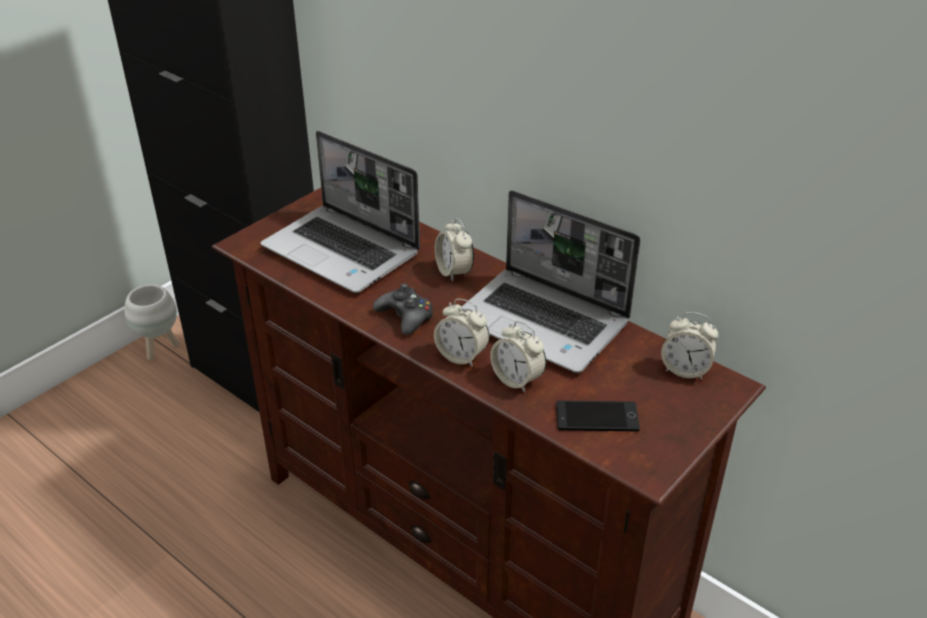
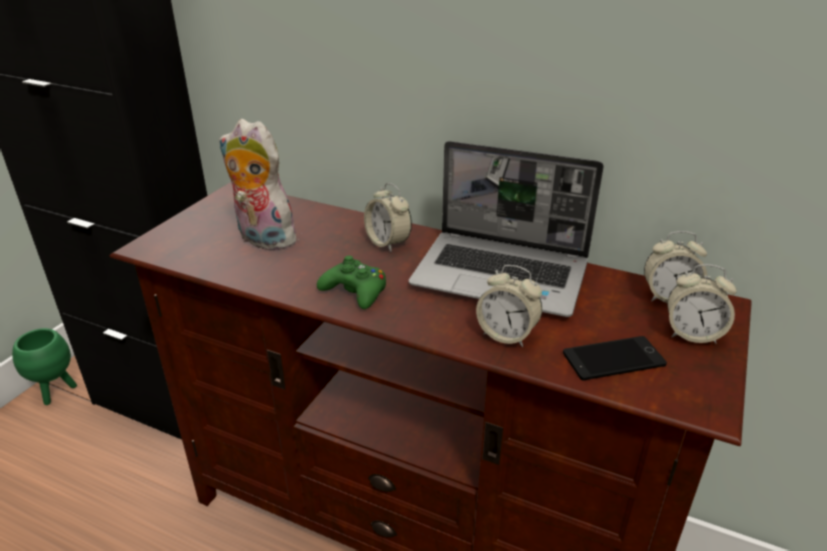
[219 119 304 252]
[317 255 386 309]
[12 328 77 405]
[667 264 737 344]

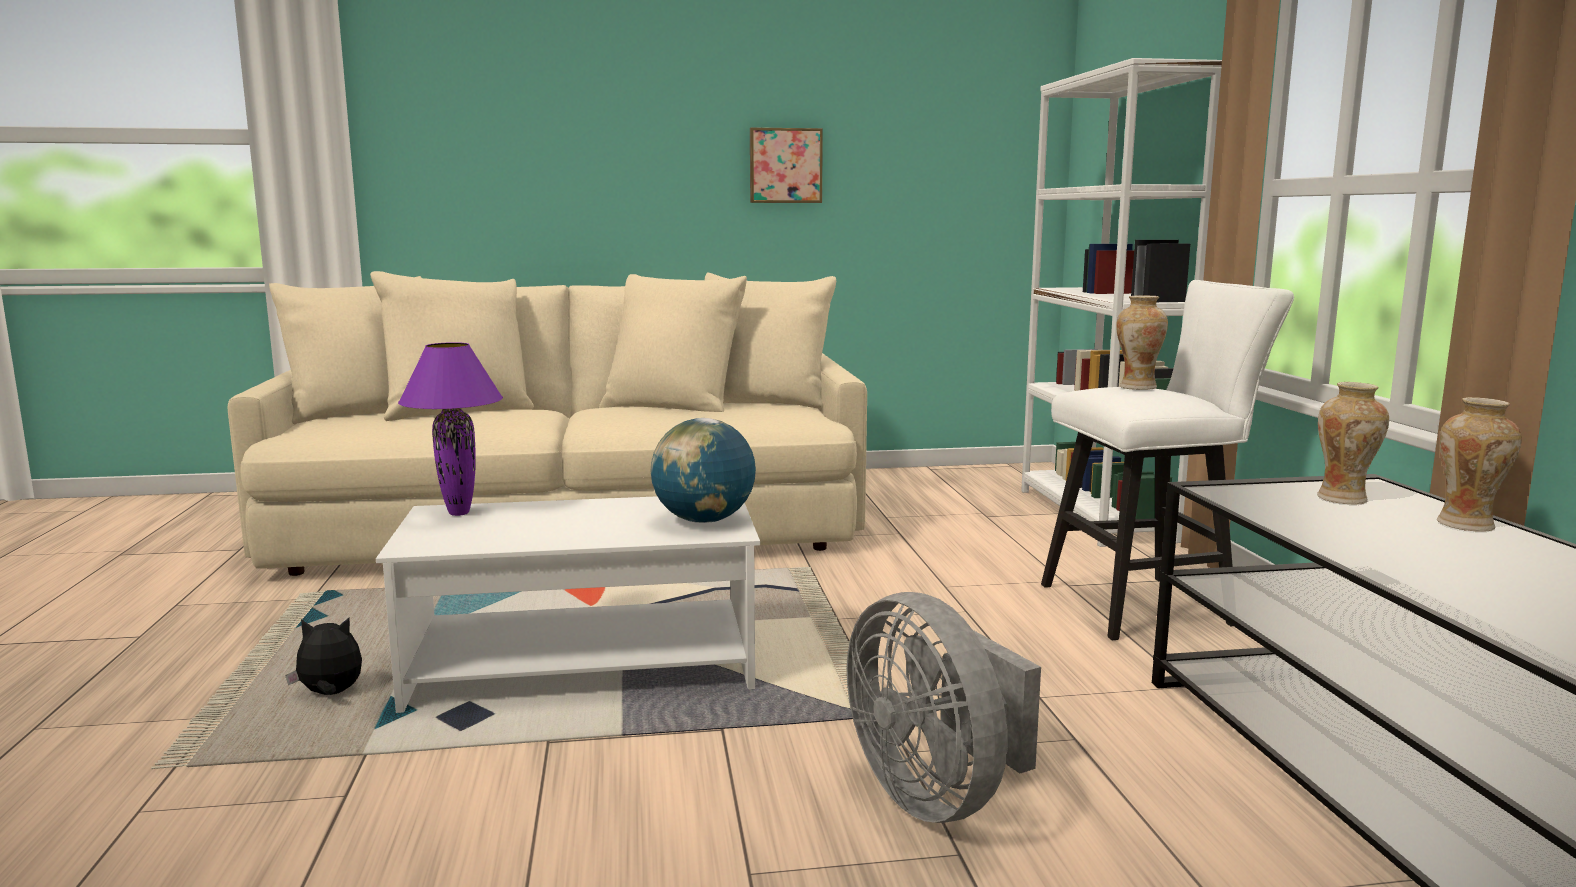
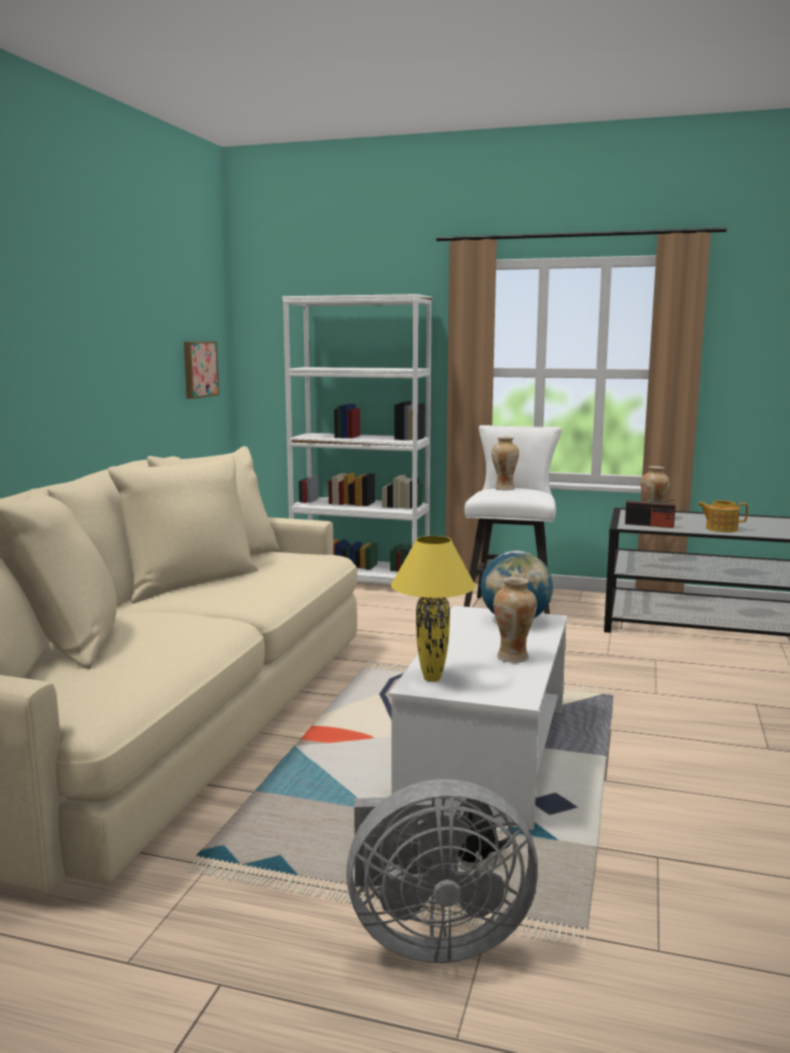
[184 341 219 399]
[391 536 476 682]
[493 577 537 663]
[346 779 538 963]
[625 500 675 528]
[698 500 748 532]

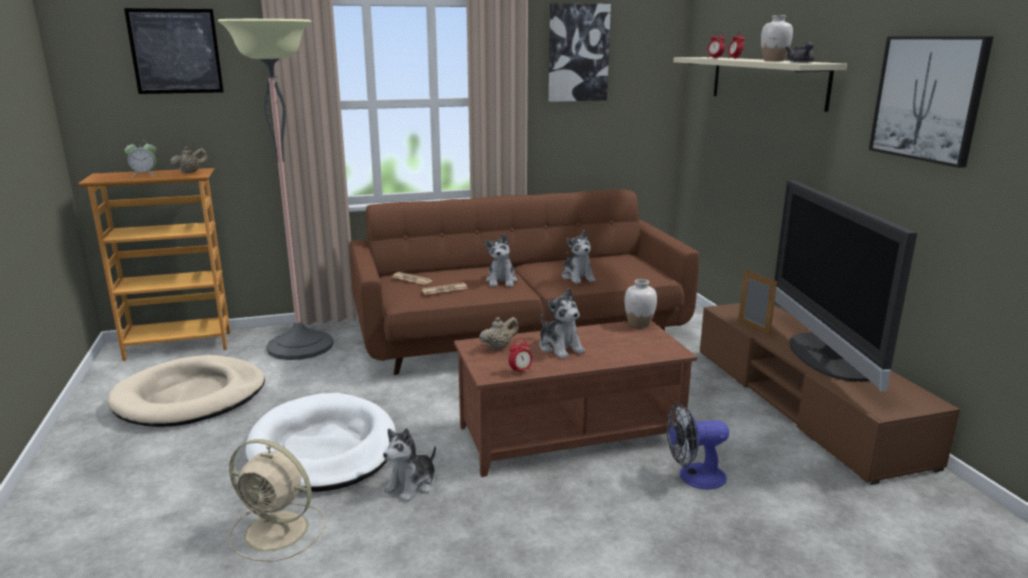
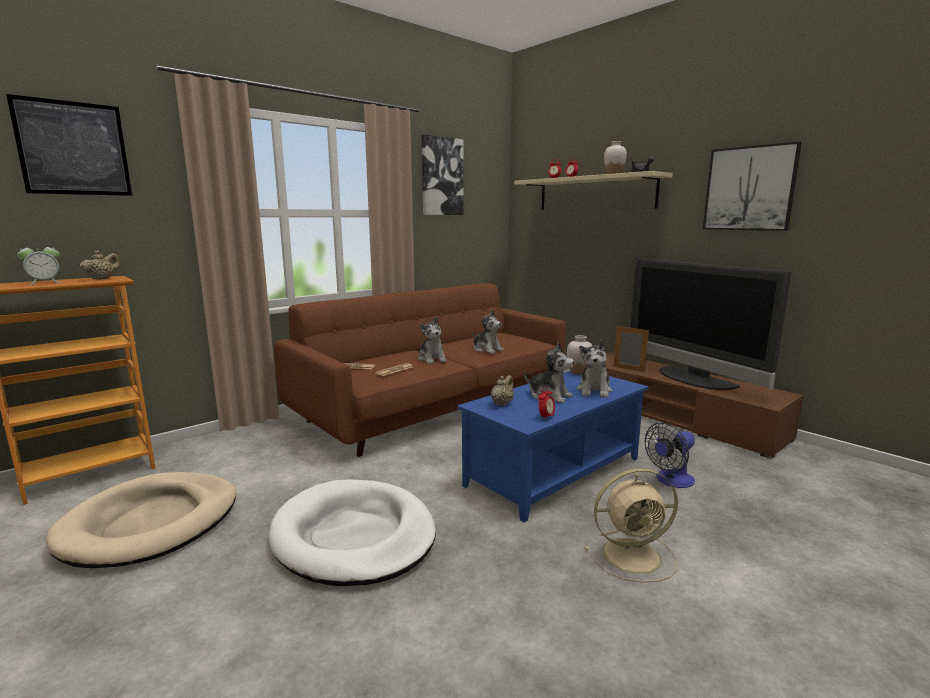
[218 19 334 360] (first image)
[458 371 648 522]
[577 339 612 397]
[584 468 678 583]

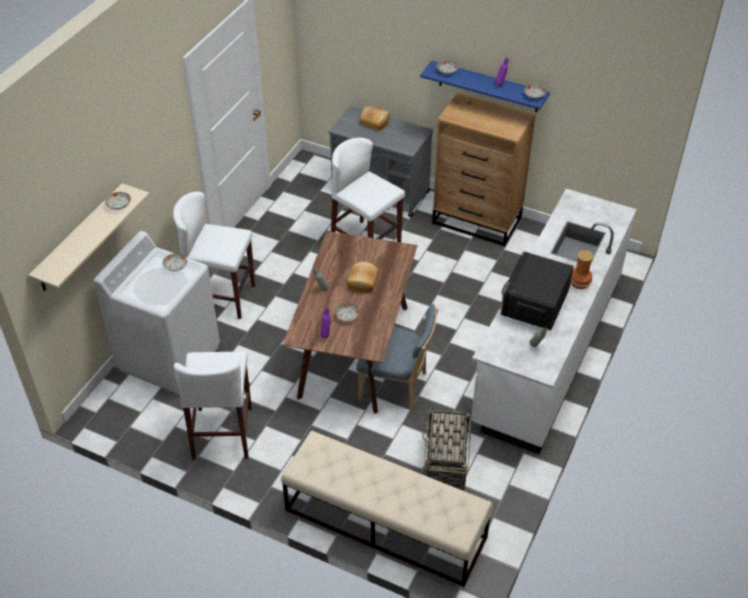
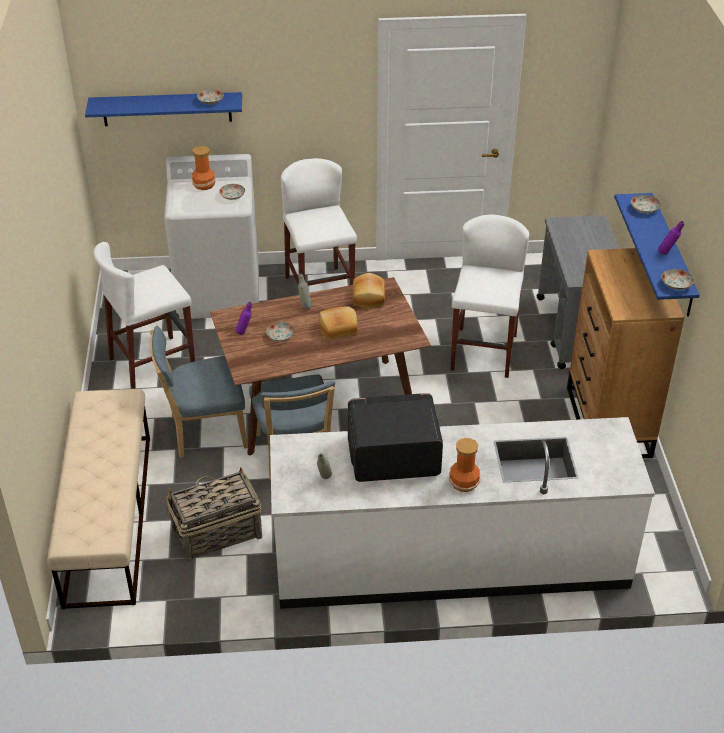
[353 273 385 308]
[85 92 242 126]
[192 146 216 190]
[150 326 248 458]

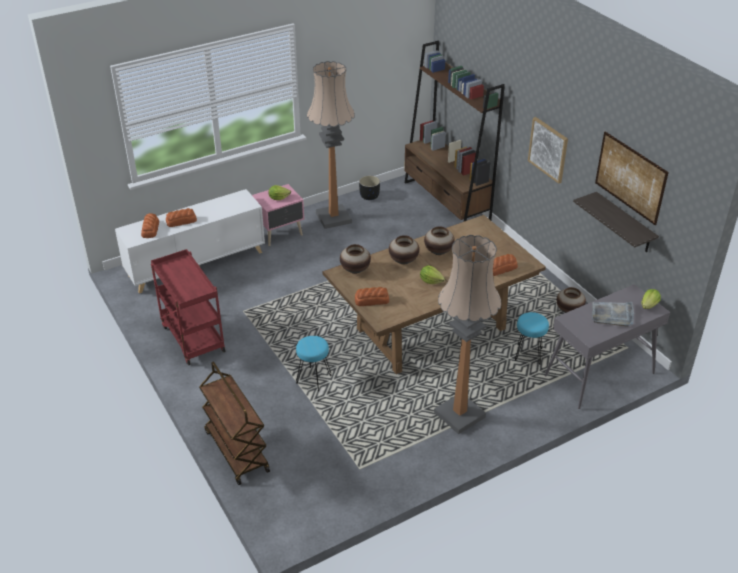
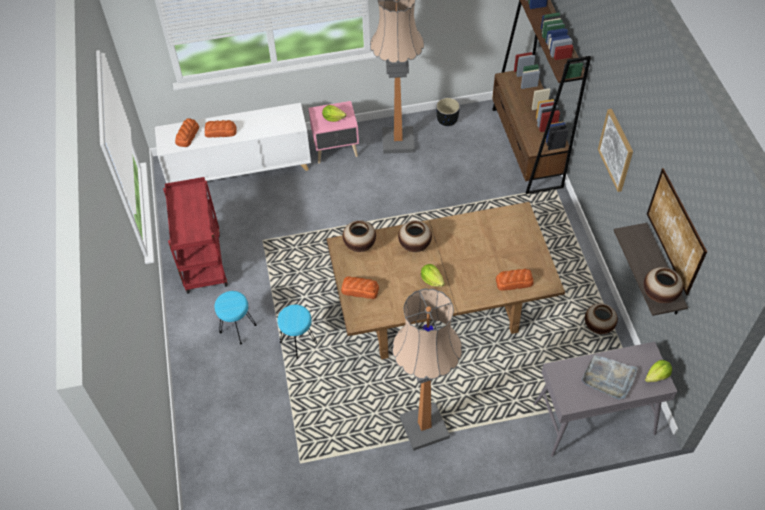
[644 267 683 304]
[214 291 257 345]
[199 362 270 485] (first image)

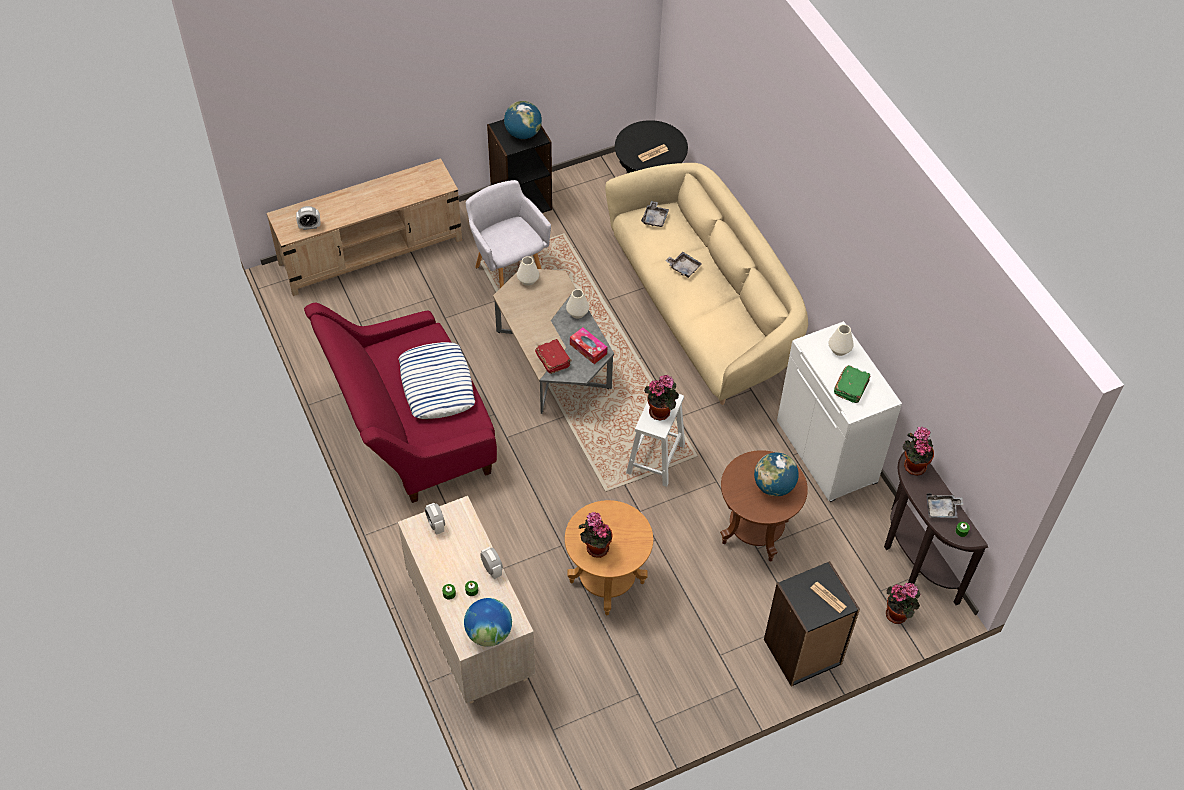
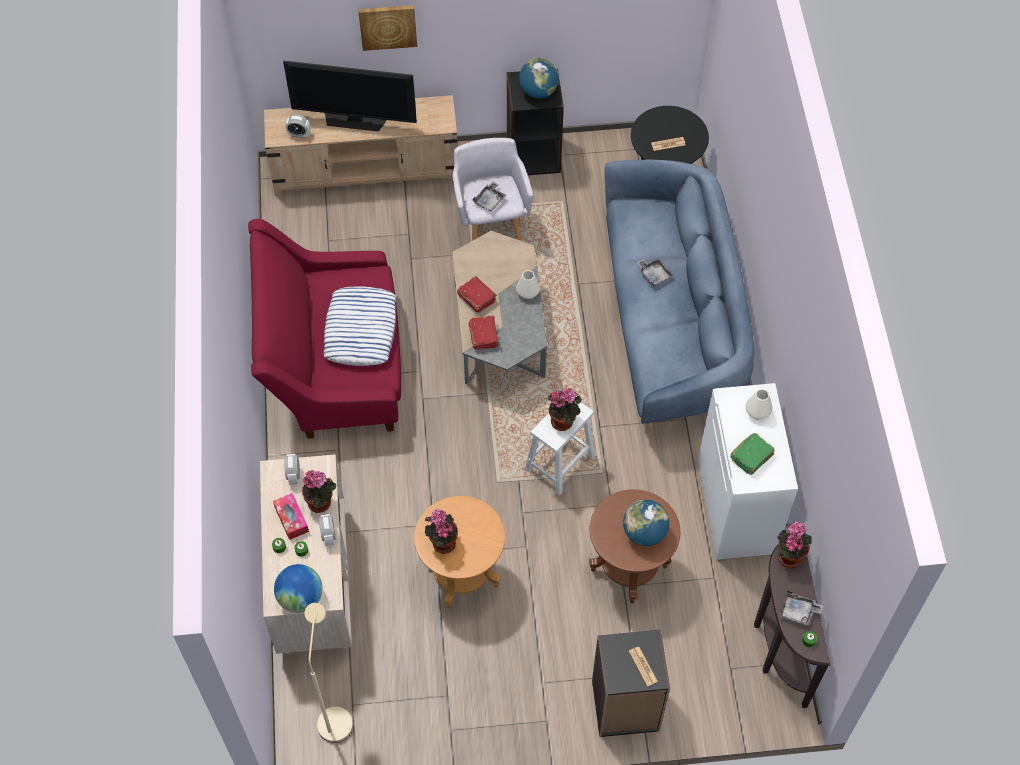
[604 160 754 427]
[473 181 506 212]
[517 256 539 286] (first image)
[273 493 309 540]
[302 470 336 513]
[358 5 417 51]
[283 61 417 132]
[457 276 497 313]
[305 603 353 743]

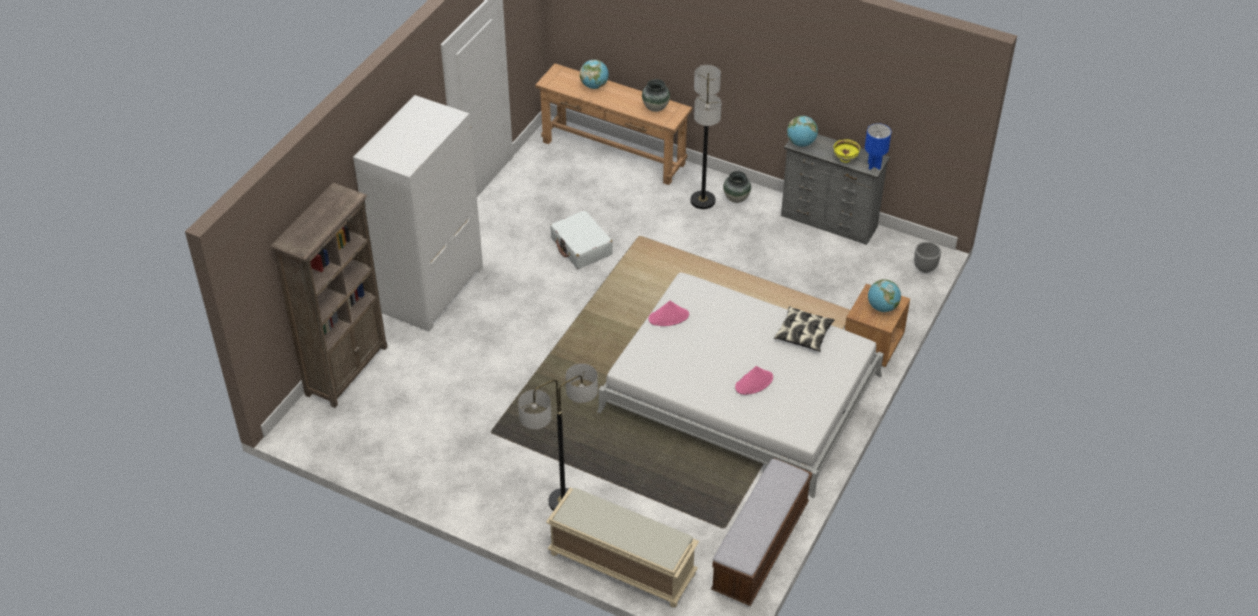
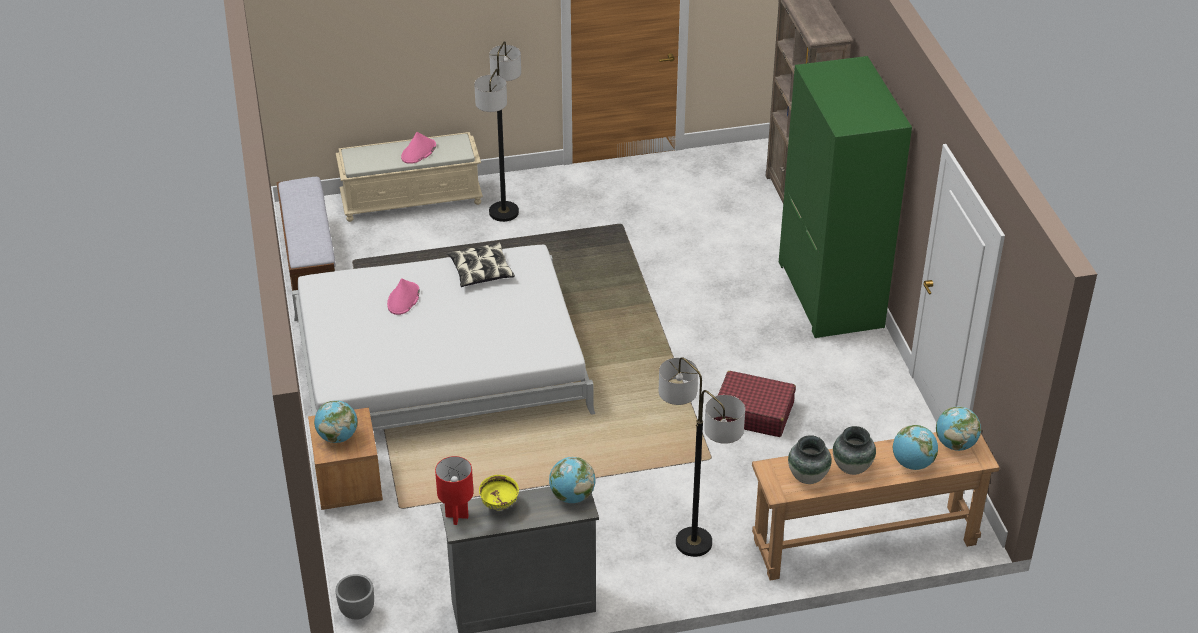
[779 56 912 338]
[435 456 474 525]
[833 426 876 475]
[713 371 796 437]
[401 132 436 164]
[447 242 515 287]
[936 407 981 451]

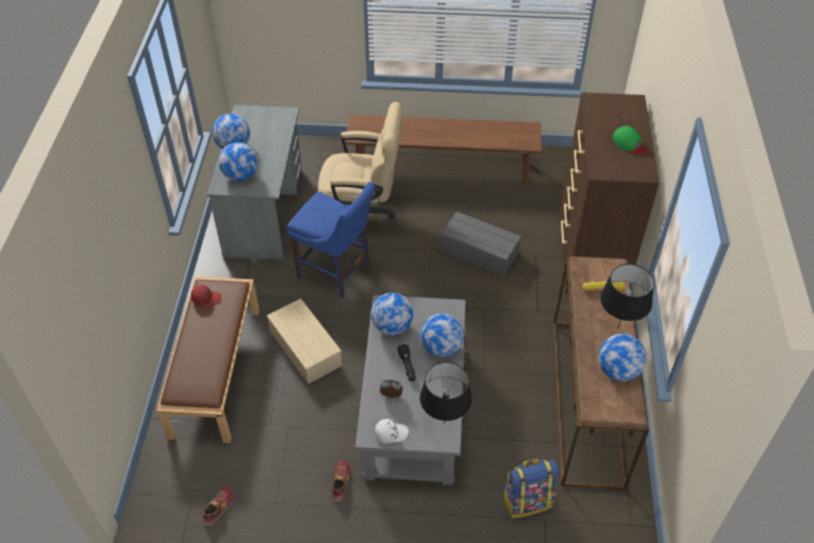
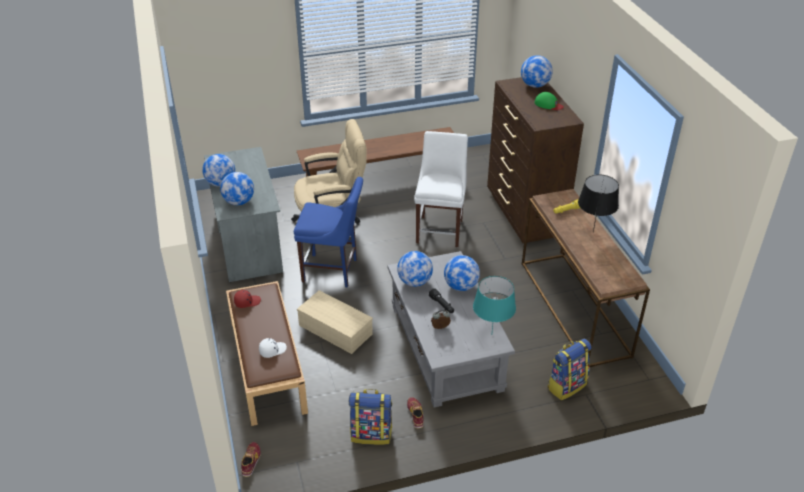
[414 131 468 247]
[521 55 553 88]
[473 276 516 331]
[259 338 287 358]
[241 442 261 477]
[349 389 392 445]

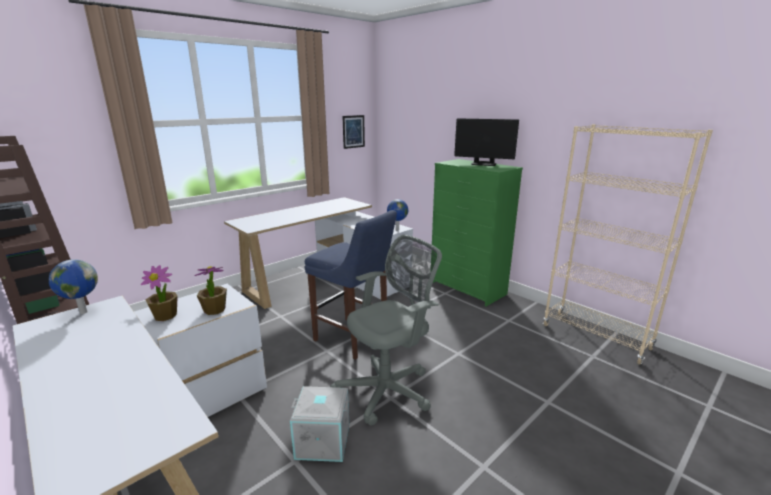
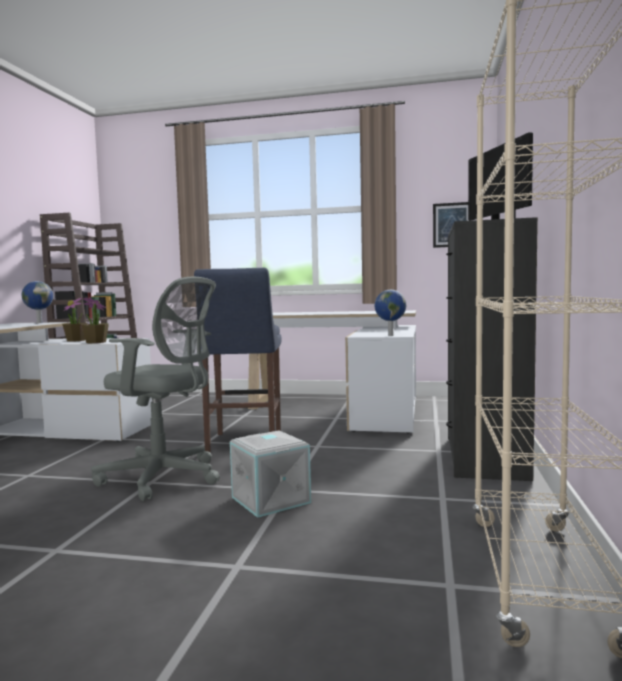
[446 217 538 481]
[230 430 311 518]

